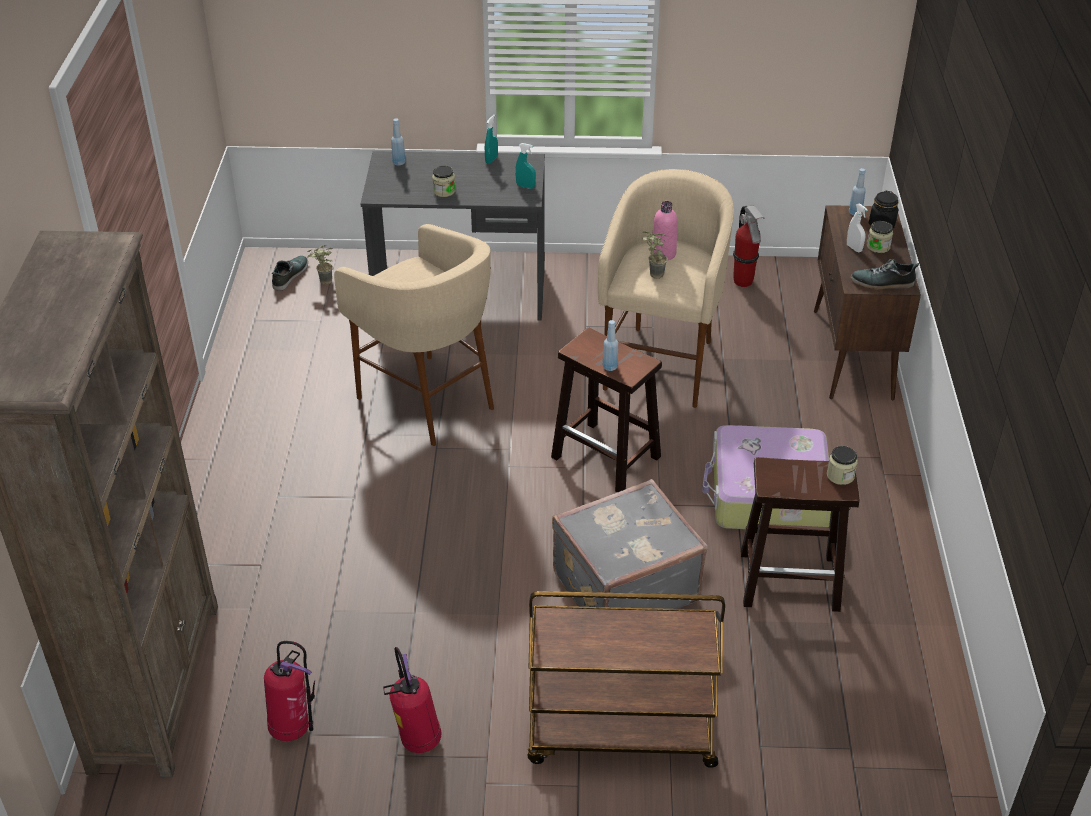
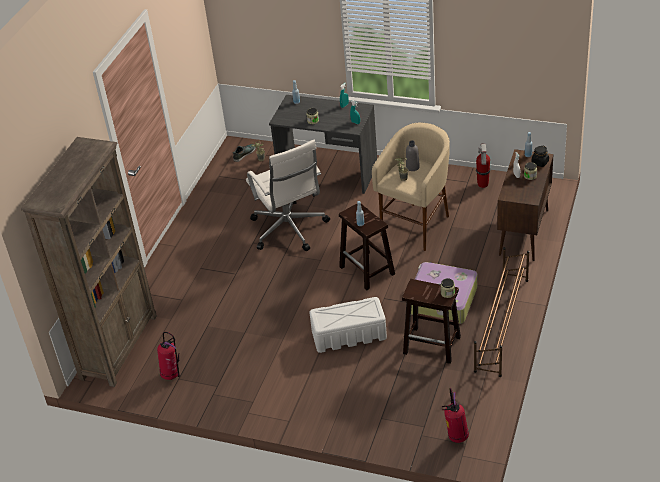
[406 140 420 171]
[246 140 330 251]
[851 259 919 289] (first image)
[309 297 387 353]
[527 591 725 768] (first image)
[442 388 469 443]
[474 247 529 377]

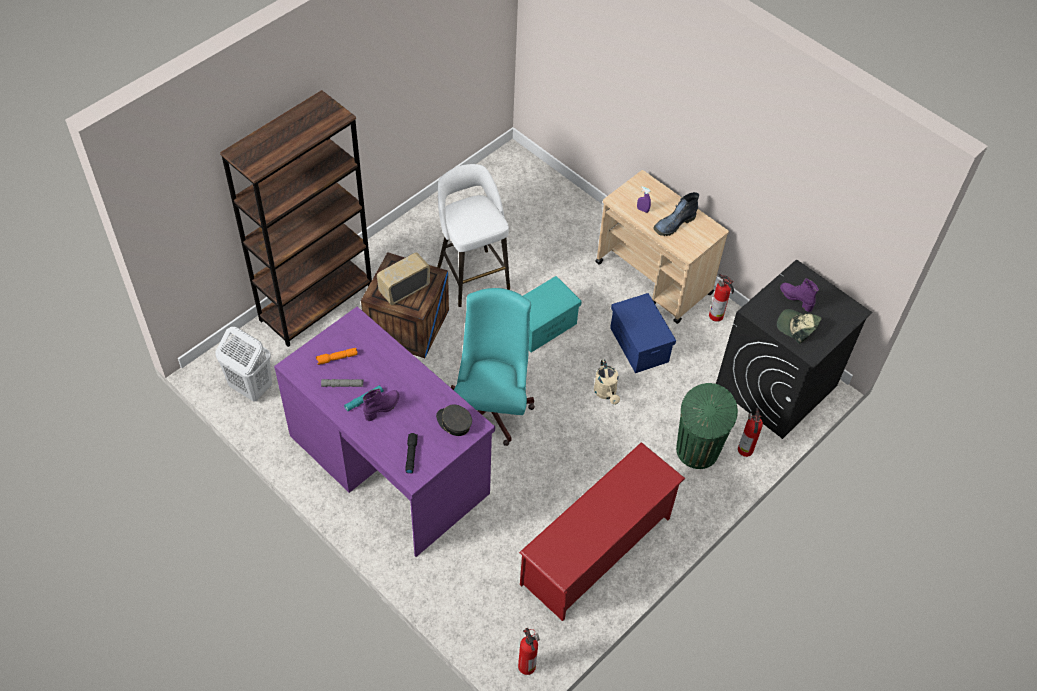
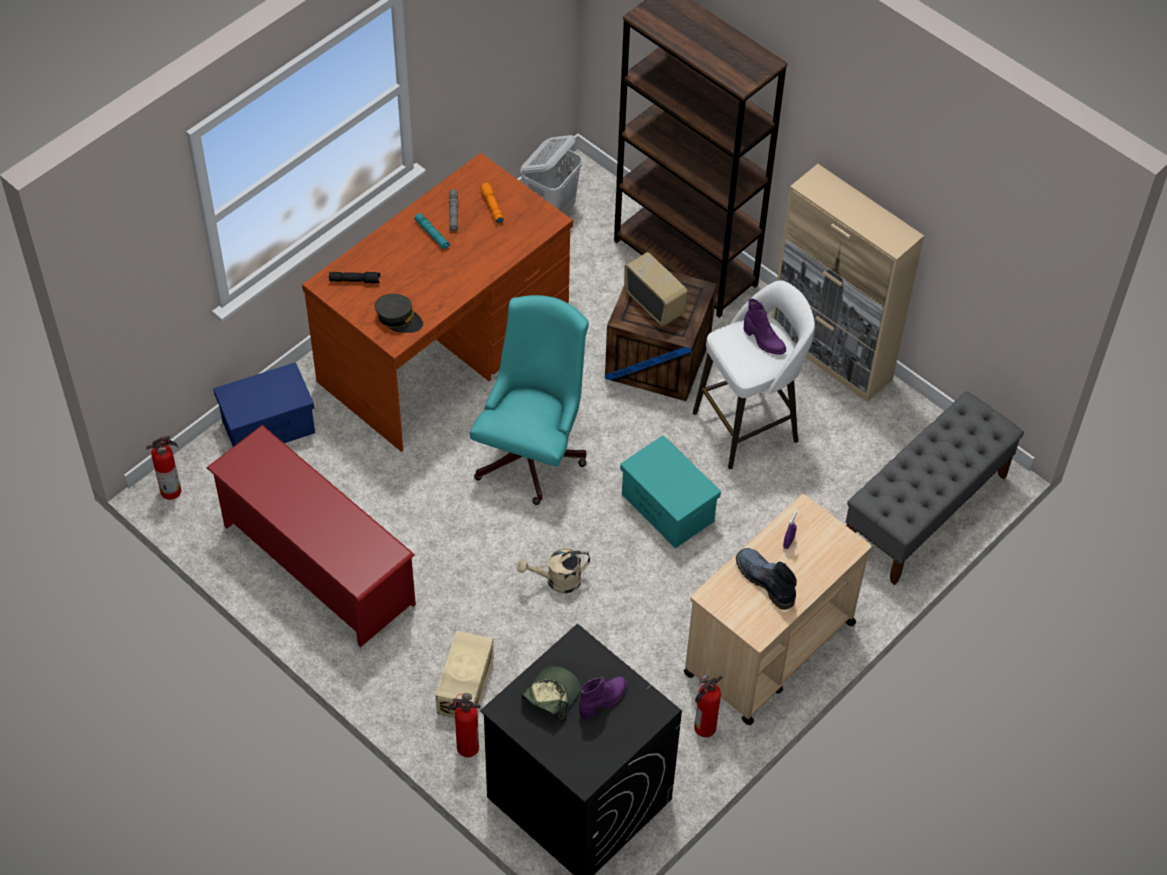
[470 295 589 505]
[213 362 315 447]
[302 153 573 452]
[436 631 494 718]
[744 299 786 355]
[375 294 423 333]
[772 164 924 402]
[846 391 1024 585]

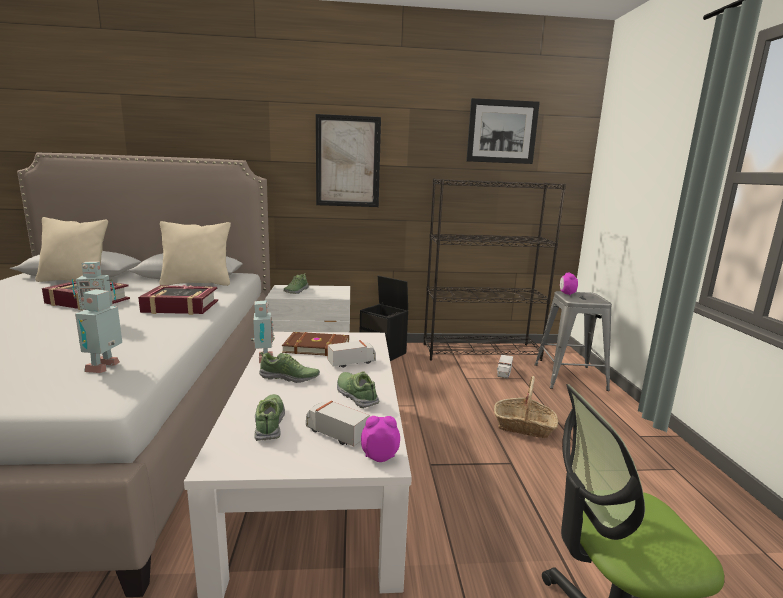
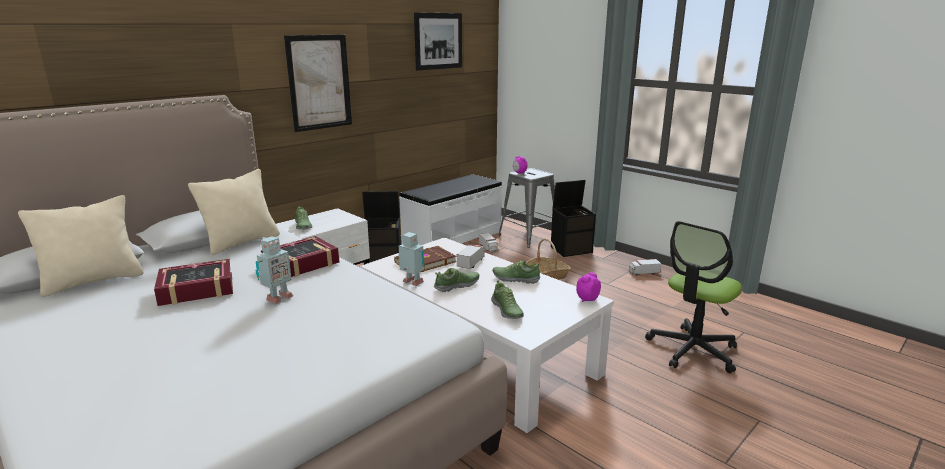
[399 174 502 245]
[75 289 122 373] (first image)
[491 280 524 319]
[629 259 661 275]
[551 180 596 257]

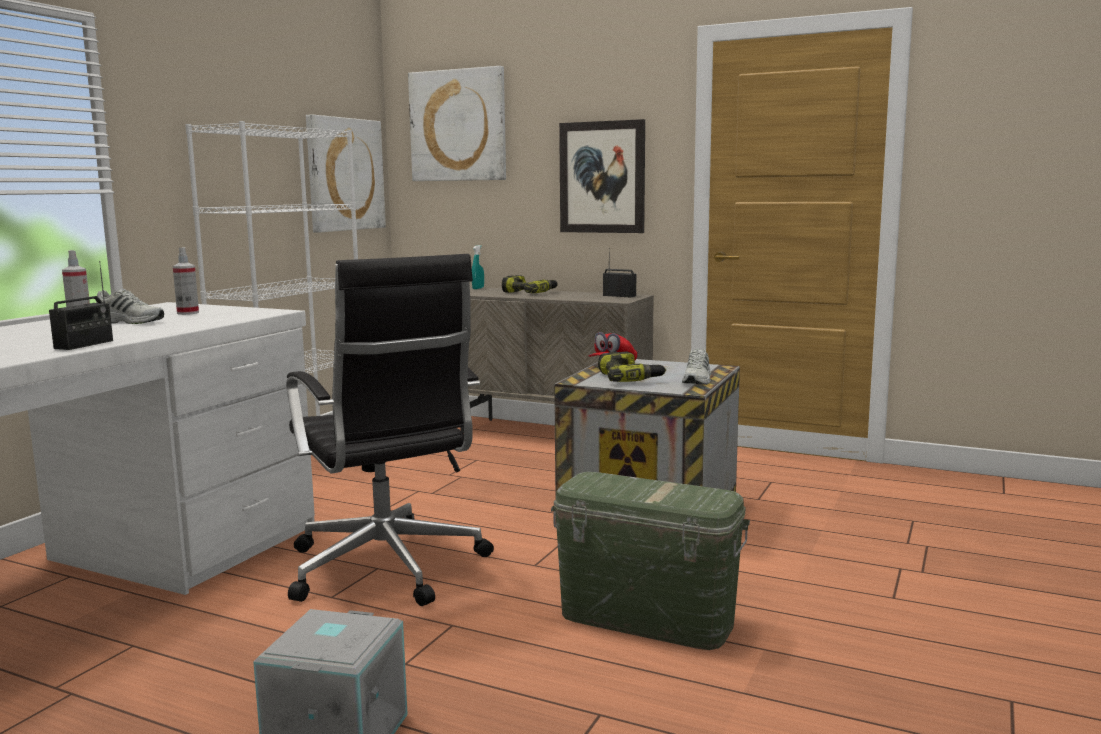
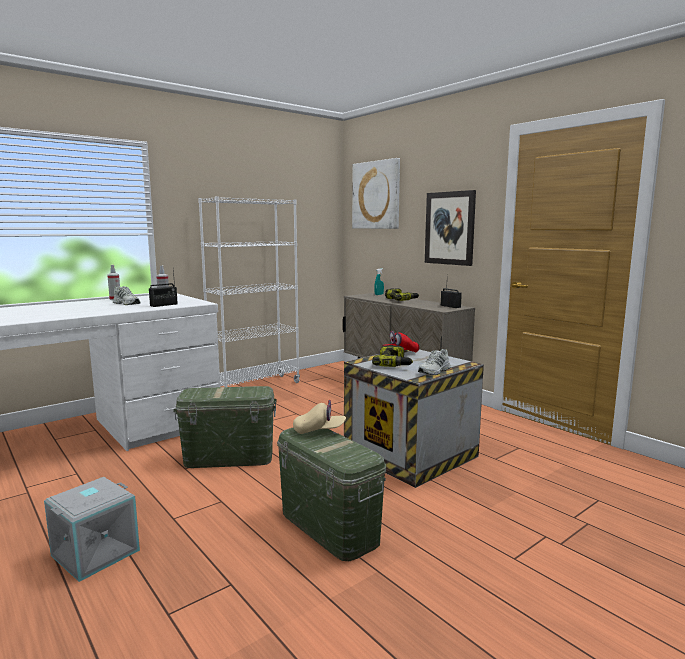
[306 114 386 233] (first image)
[173 386 277 468]
[149 267 178 307]
[293 400 346 434]

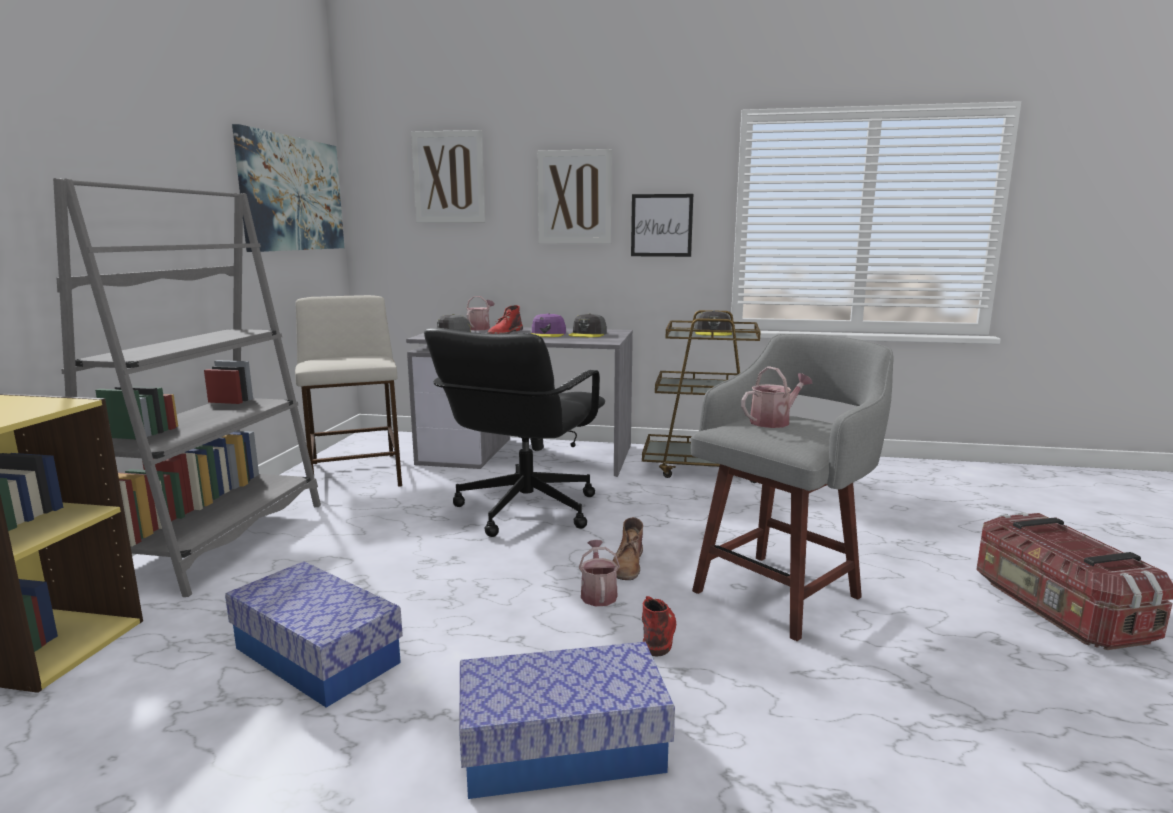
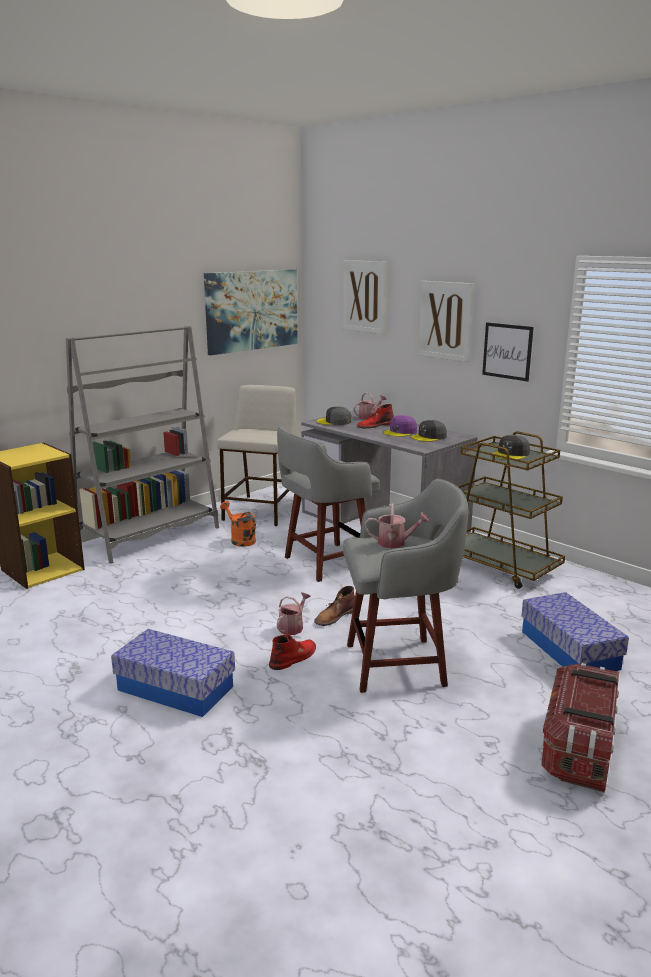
[277 426 380 582]
[521 592 629 671]
[220 501 256 547]

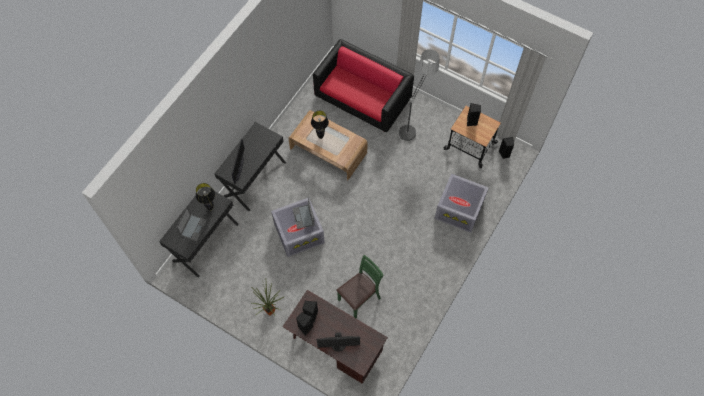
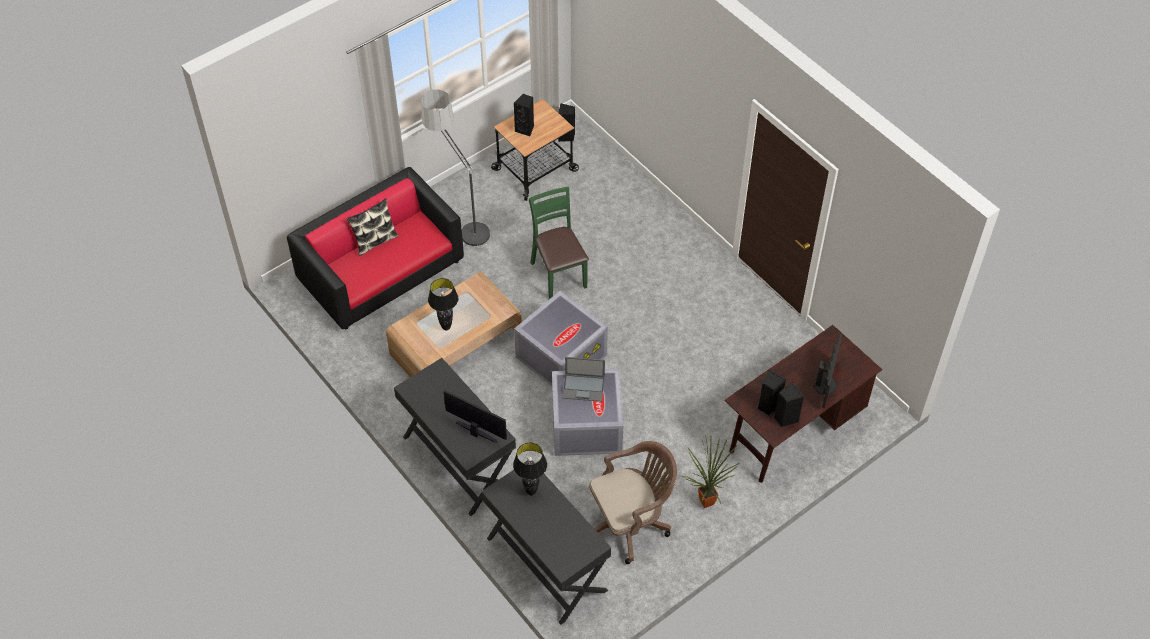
[514 291 608 386]
[176 207 207 241] (first image)
[529 187 589 299]
[346 198 399 256]
[589 441 677 564]

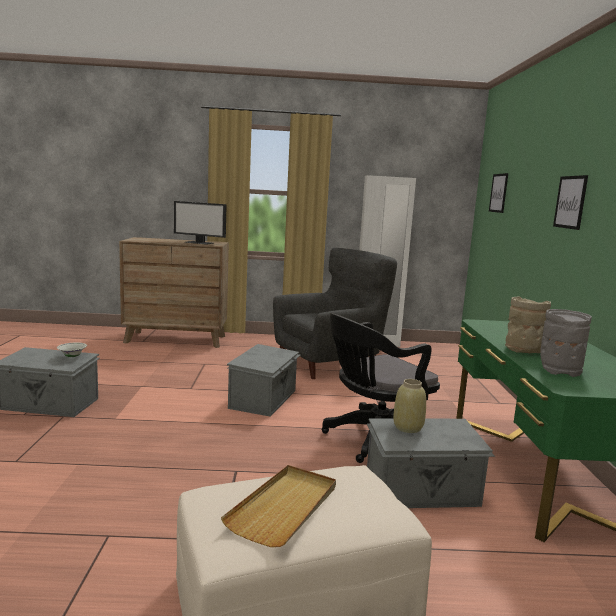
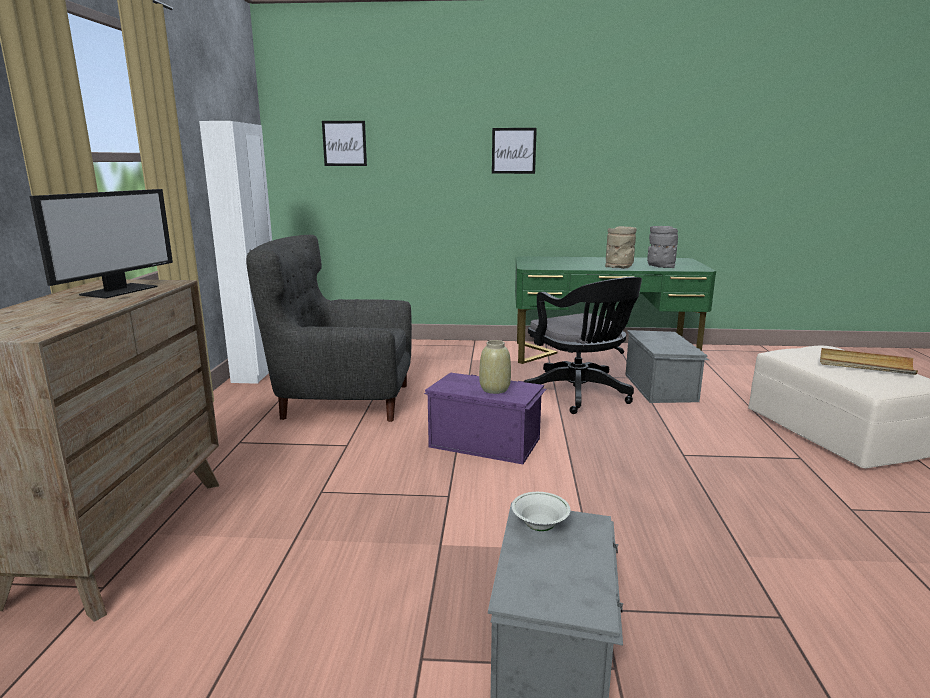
[246 235 412 422]
[424 373 546 464]
[479 340 511 394]

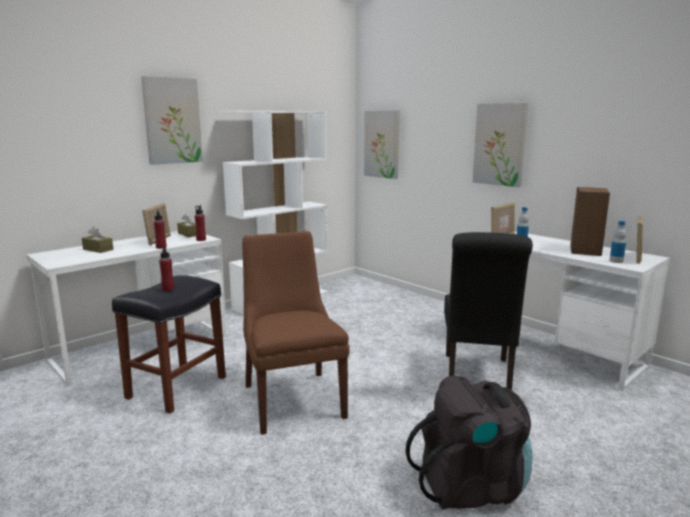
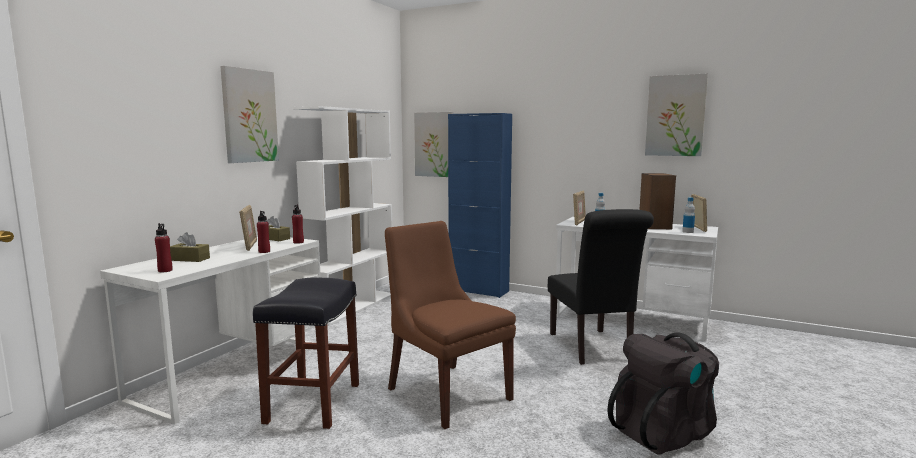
[645 73 708 156]
[155 223 173 272]
[448 113 512 298]

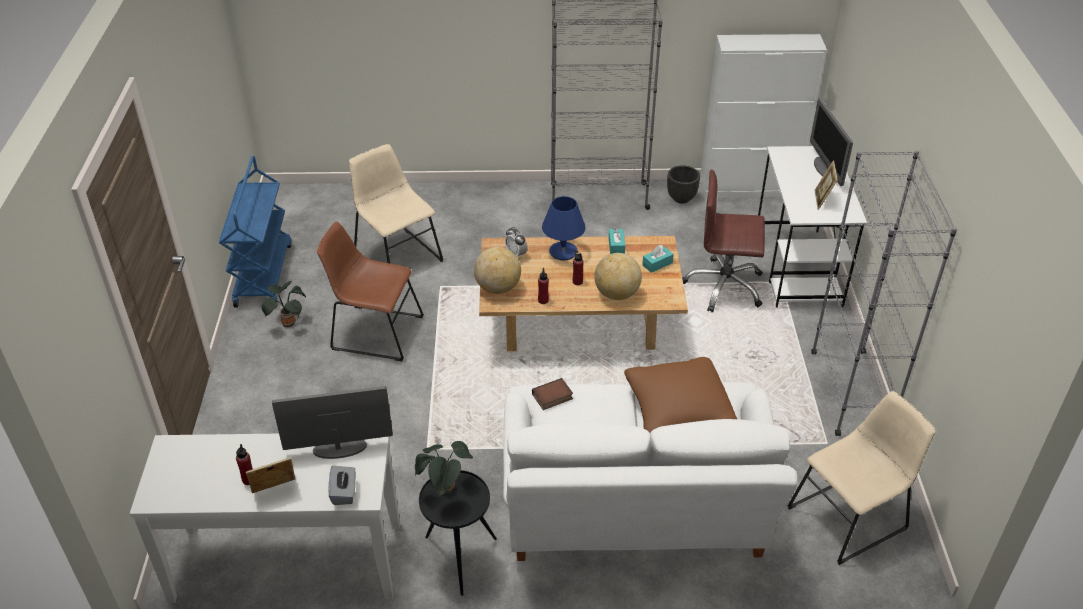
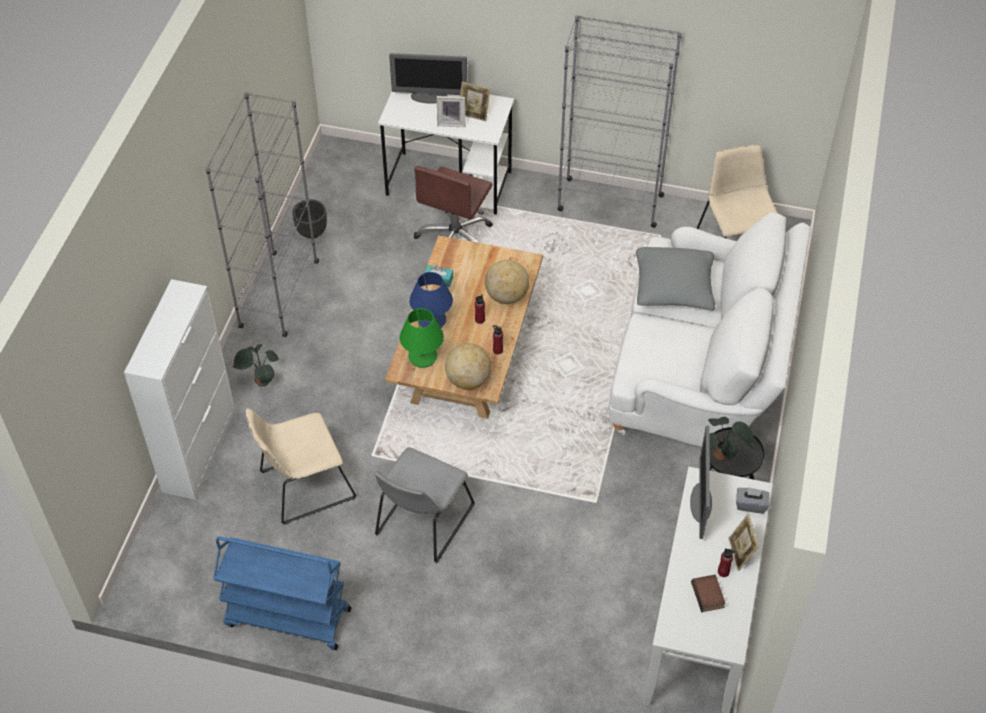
[124 279 235 500]
[373 447 475 563]
[400 308 444 368]
[642 245 674 273] (first image)
[232 344 279 386]
[636 247 715 311]
[691 575 726 612]
[437 96 465 127]

